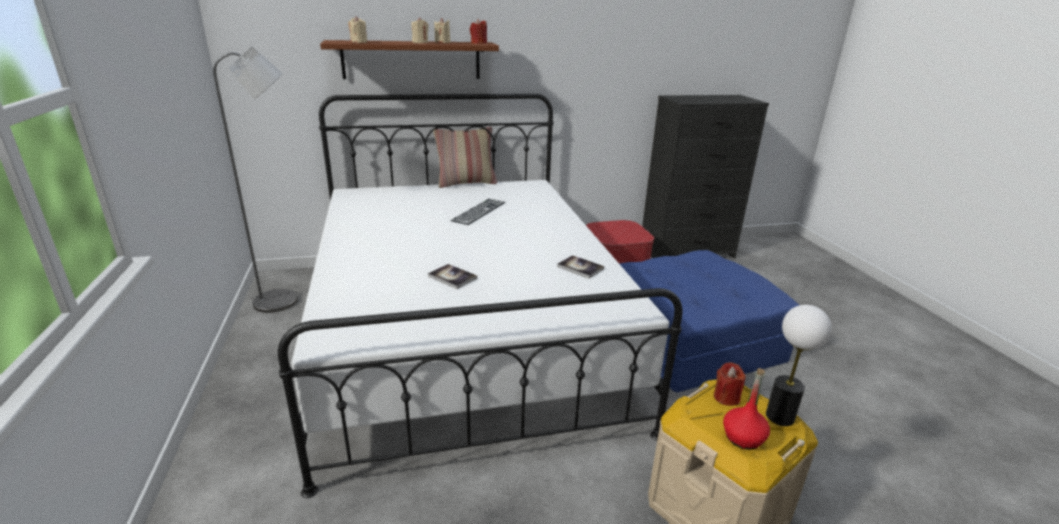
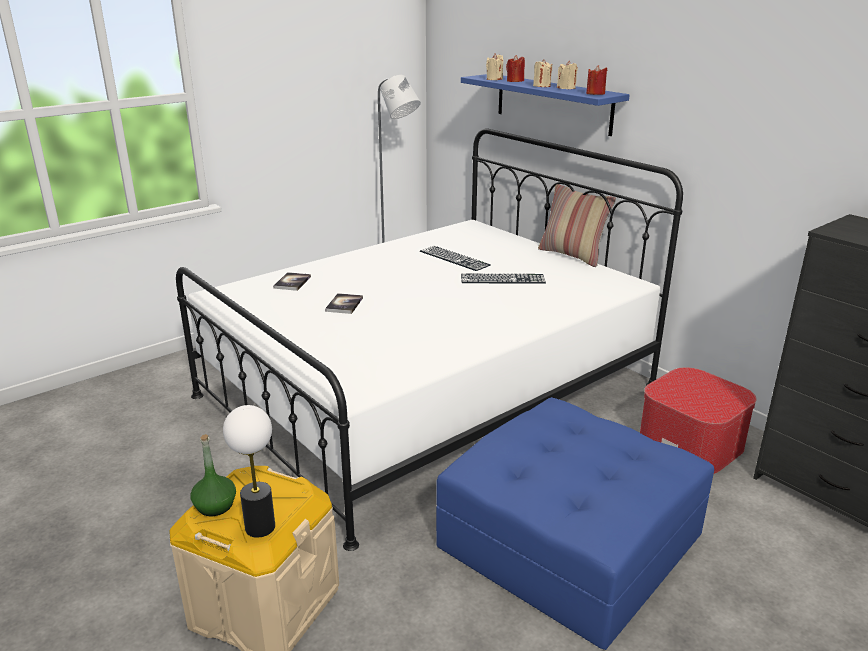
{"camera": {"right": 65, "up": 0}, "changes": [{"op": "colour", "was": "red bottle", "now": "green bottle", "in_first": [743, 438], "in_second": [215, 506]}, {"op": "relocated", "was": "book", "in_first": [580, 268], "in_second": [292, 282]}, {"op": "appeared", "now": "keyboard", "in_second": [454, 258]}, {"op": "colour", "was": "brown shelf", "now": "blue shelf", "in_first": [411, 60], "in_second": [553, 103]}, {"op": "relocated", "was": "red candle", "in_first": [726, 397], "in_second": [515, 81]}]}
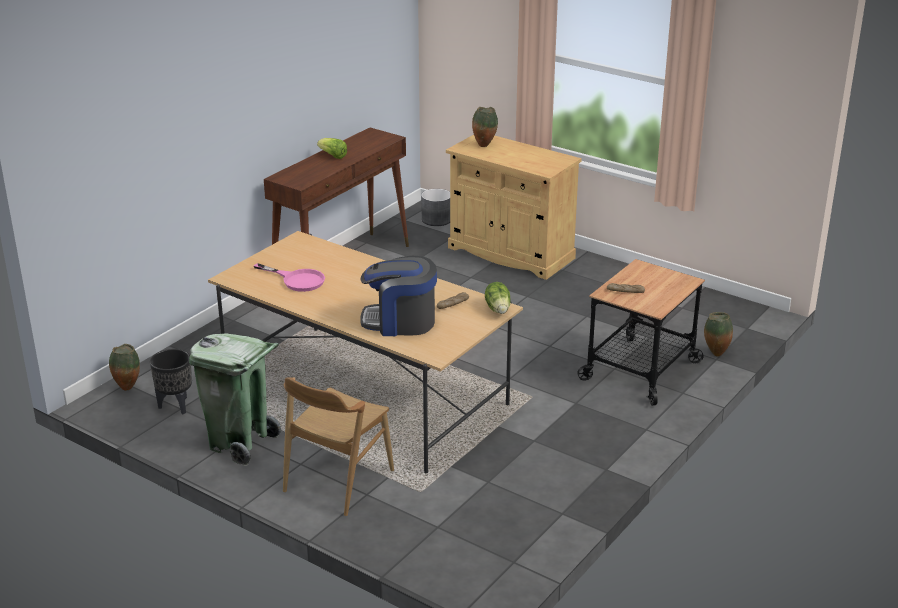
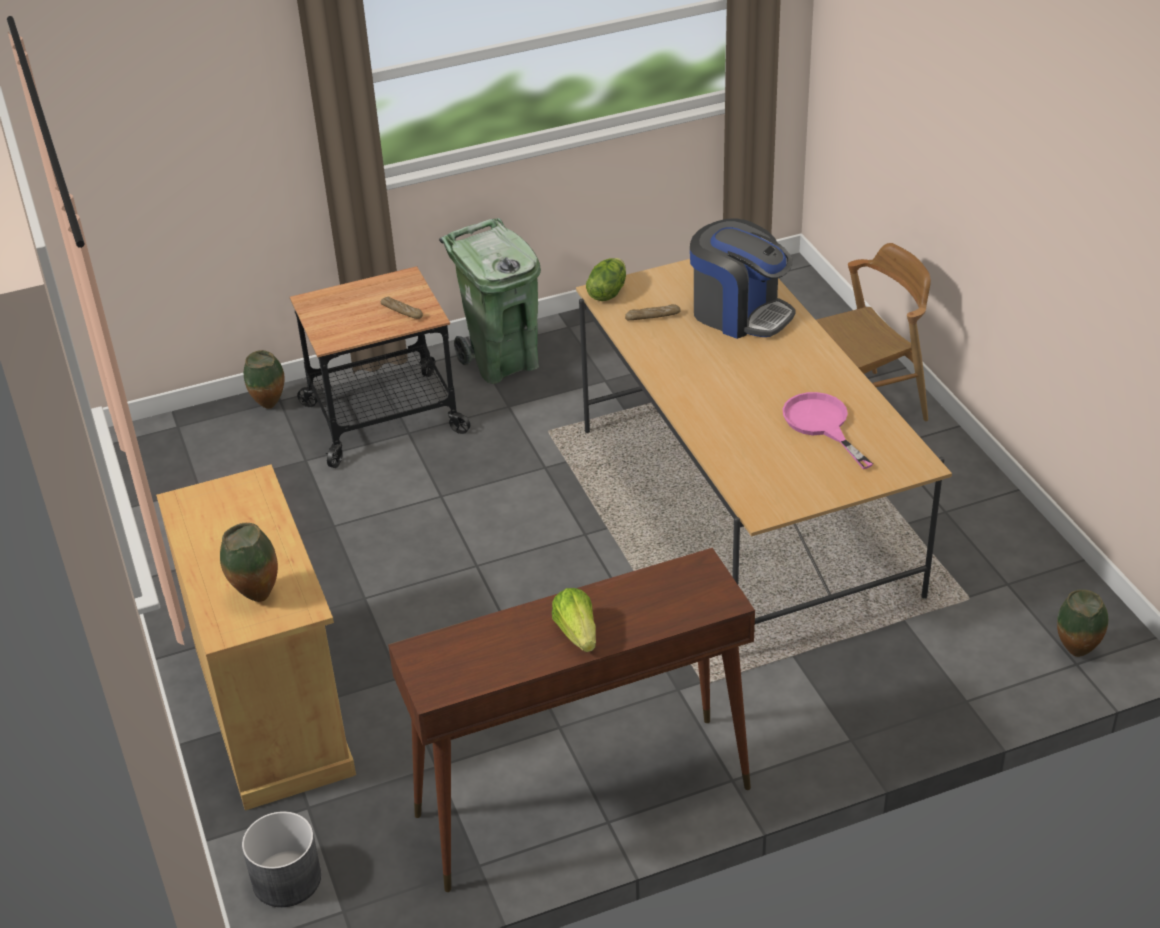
{"camera": {"right": -145, "up": 10}, "changes": [{"op": "relocated", "was": "green trash can", "in_first": [240, 443], "in_second": [502, 362]}, {"op": "missing", "was": "black planter", "in_first": [175, 406]}]}
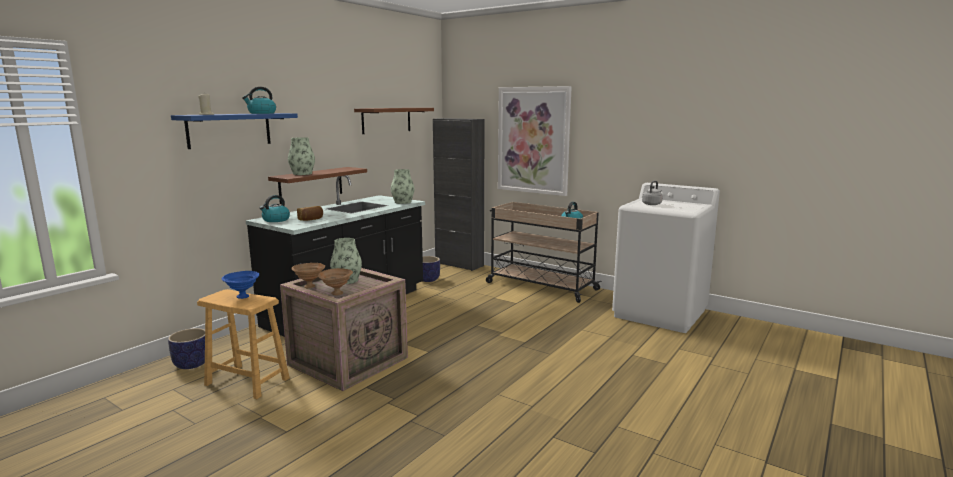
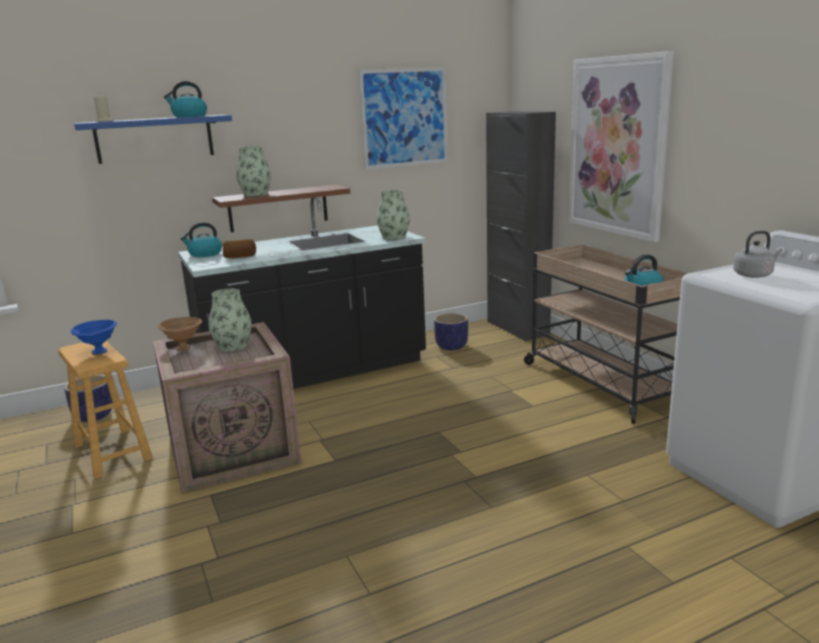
{"camera": {"right": 30, "up": 5}, "changes": [{"op": "exchanged", "was": "brown shelf", "now": "picture", "in_first": [386, 120], "in_second": [404, 118]}, {"op": "missing", "was": "brown bowl", "in_first": [337, 294]}]}
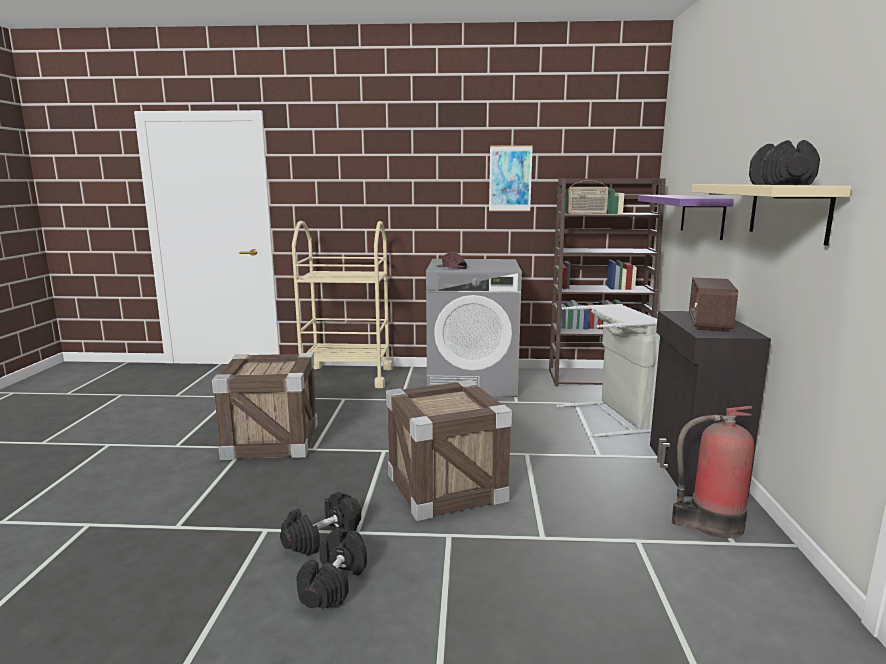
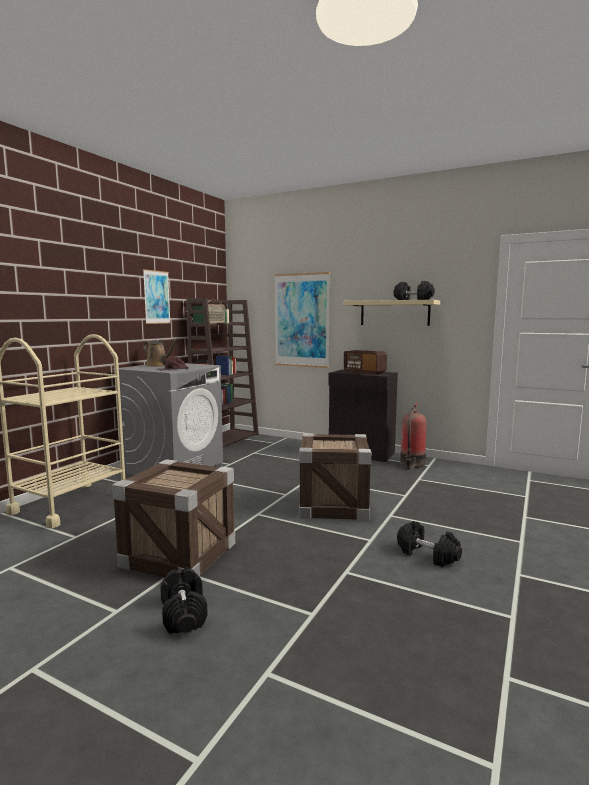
{"camera": {"right": -65, "up": -5}, "changes": [{"op": "appeared", "now": "brown watering can", "in_second": [159, 365]}, {"op": "relocated", "was": "black dumbbell", "in_first": [323, 538], "in_second": [184, 614]}, {"op": "exchanged", "was": "purple shelf", "now": "picture", "in_first": [702, 215], "in_second": [302, 320]}, {"op": "missing", "was": "grey laundry basket", "in_first": [613, 419]}]}
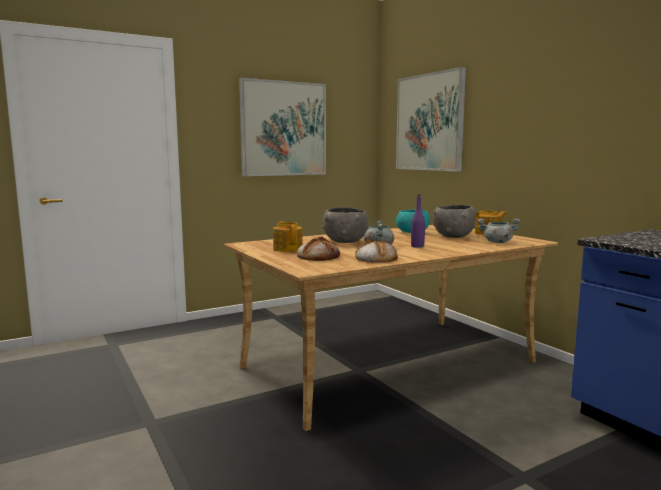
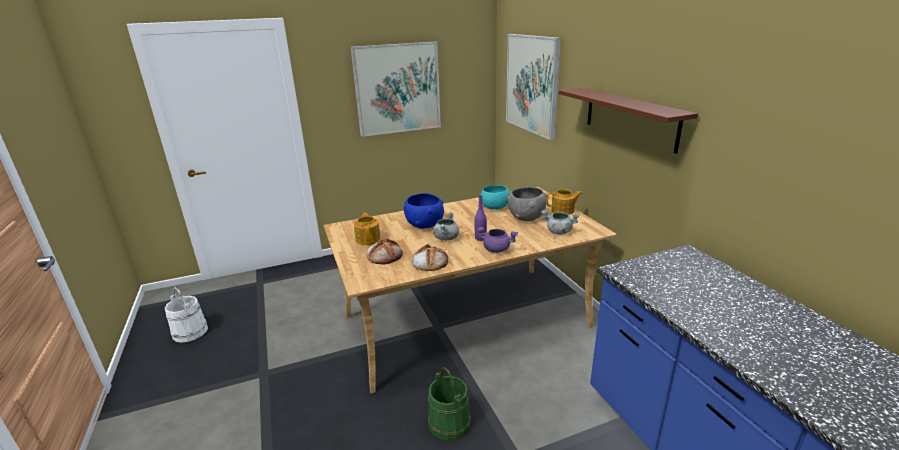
{"camera": {"right": 10, "up": 15}, "changes": [{"op": "appeared", "now": "white bucket", "in_second": [190, 332]}, {"op": "colour", "was": "grey bowl", "now": "blue bowl", "in_first": [345, 241], "in_second": [424, 225]}, {"op": "appeared", "now": "green bucket", "in_second": [449, 423]}, {"op": "appeared", "now": "purple cooking pot", "in_second": [497, 249]}, {"op": "appeared", "now": "brown shelf", "in_second": [630, 118]}]}
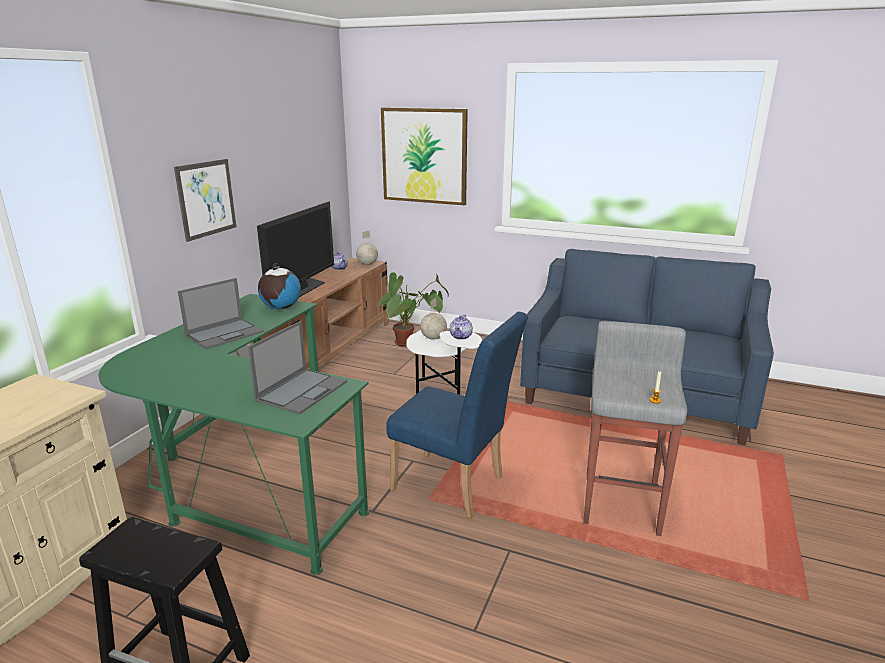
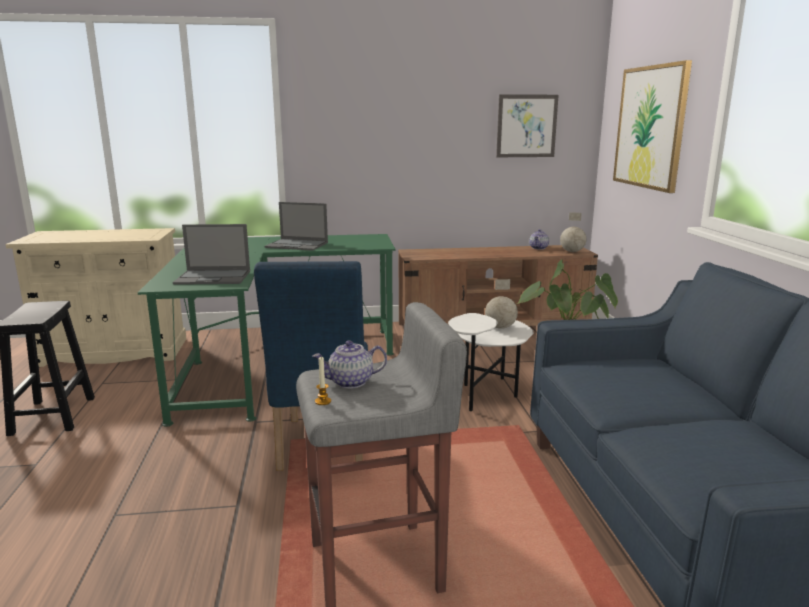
{"camera": {"right": 60, "up": -5}, "changes": [{"op": "relocated", "was": "teapot", "in_first": [461, 336], "in_second": [350, 382]}, {"op": "relocated", "was": "picture", "in_first": [206, 199], "in_second": [526, 126]}, {"op": "missing", "was": "television", "in_first": [302, 289]}, {"op": "missing", "was": "globe", "in_first": [281, 308]}]}
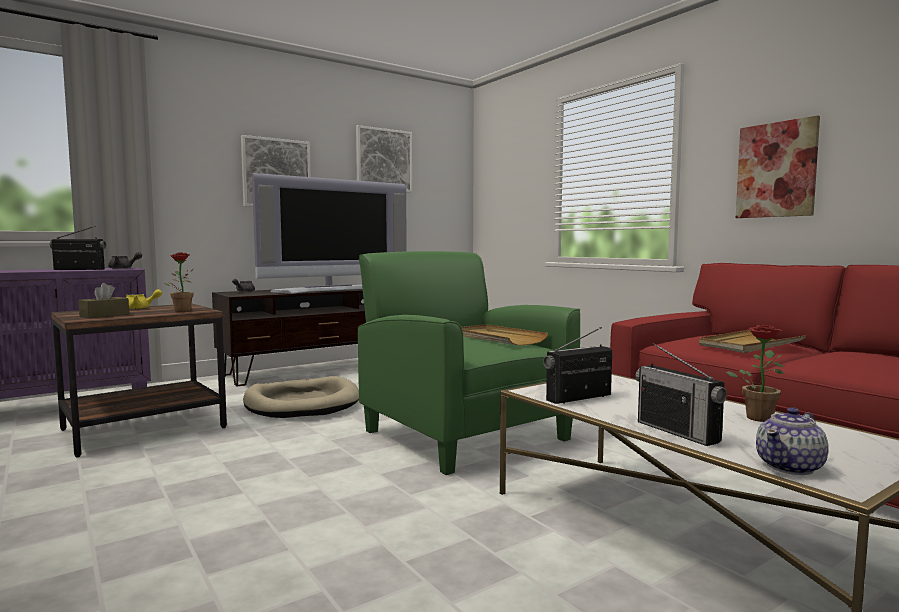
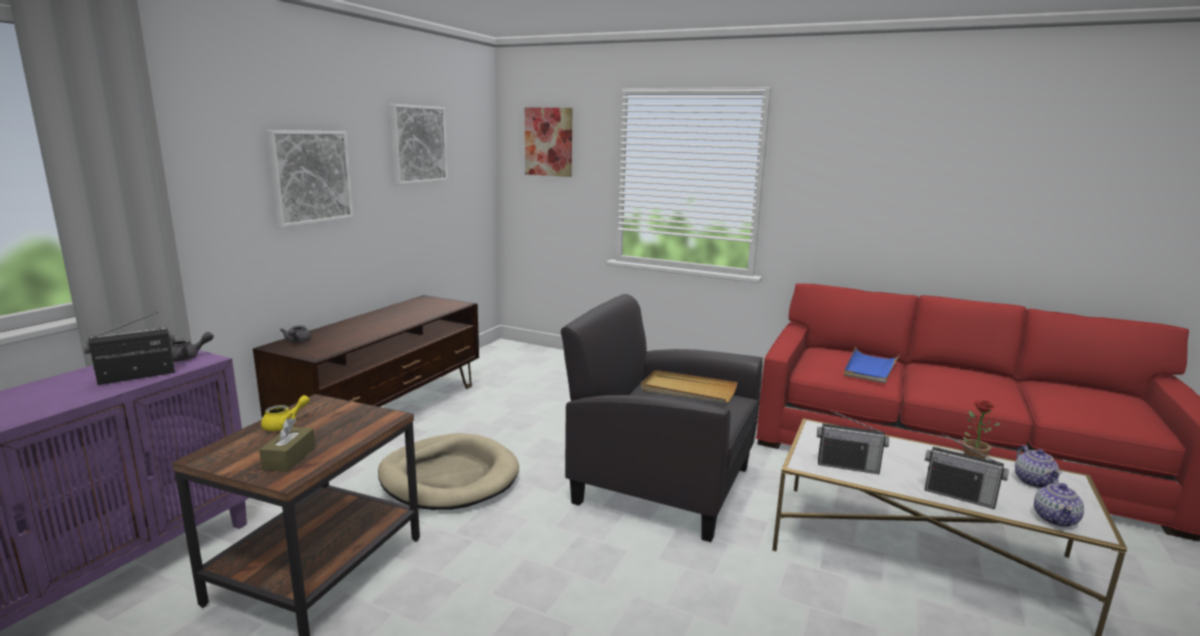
{"camera": {"right": -30, "up": 10}, "changes": [{"op": "relocated", "was": "picture", "in_first": [776, 170], "in_second": [549, 142]}, {"op": "colour", "was": "green armchair", "now": "black armchair", "in_first": [464, 434], "in_second": [661, 484]}, {"op": "spun", "was": "radio", "in_first": [579, 398], "in_second": [847, 466], "clockwise": -105}, {"op": "colour", "was": "beige tray", "now": "blue tray", "in_first": [750, 345], "in_second": [870, 368]}, {"op": "appeared", "now": "teapot", "in_second": [1033, 481]}, {"op": "missing", "was": "potted plant", "in_first": [181, 311]}, {"op": "missing", "was": "television", "in_first": [333, 289]}]}
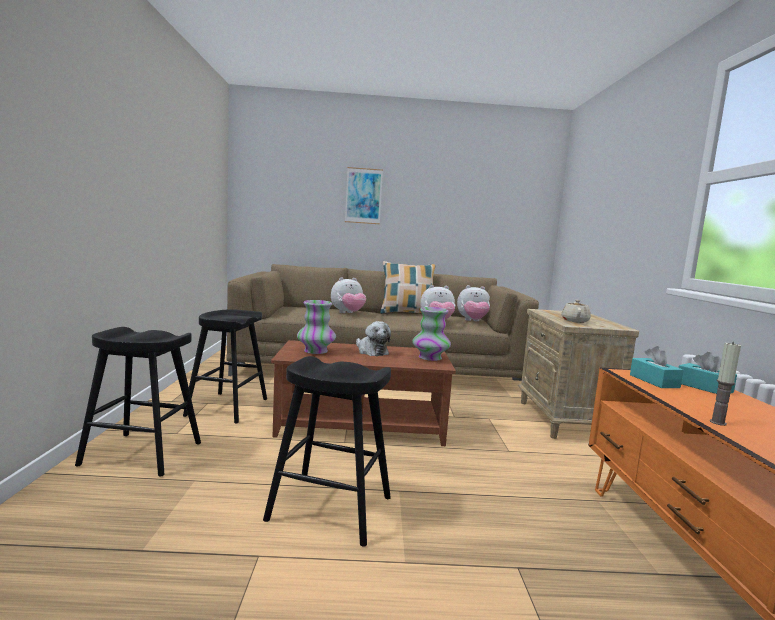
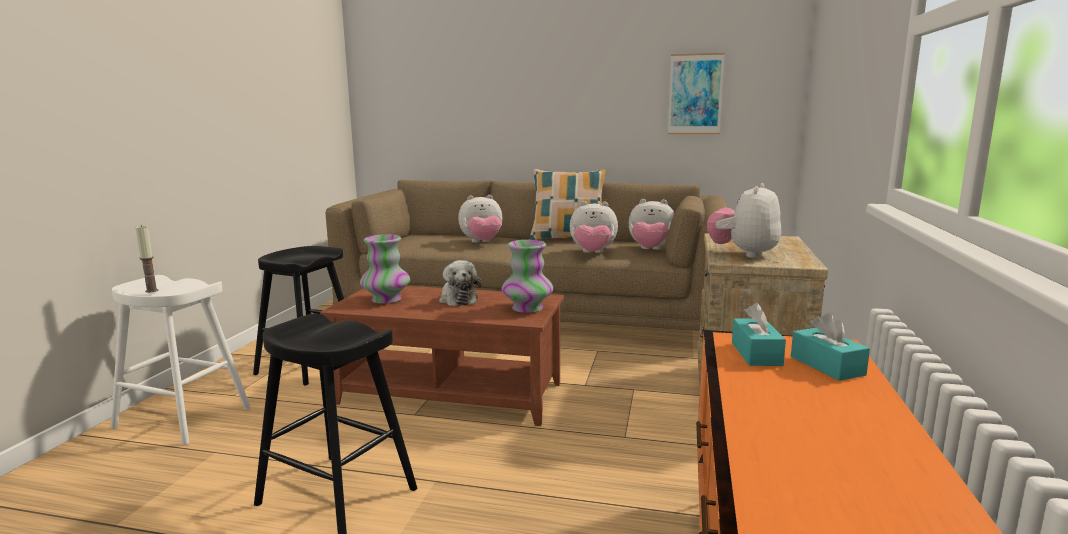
{"camera": {"right": 15, "up": 5}, "changes": [{"op": "colour", "was": "black stool", "now": "white stool", "in_first": [142, 454], "in_second": [183, 418]}, {"op": "relocated", "was": "candle", "in_first": [718, 422], "in_second": [152, 291]}, {"op": "relocated", "was": "picture", "in_first": [363, 196], "in_second": [695, 94]}, {"op": "exchanged", "was": "beige teapot", "now": "plush toy", "in_first": [575, 321], "in_second": [743, 254]}]}
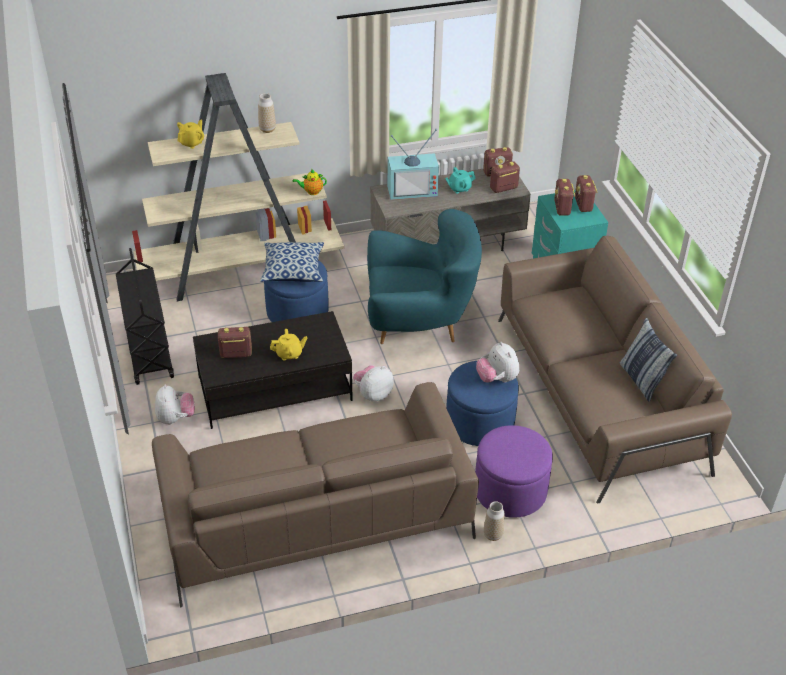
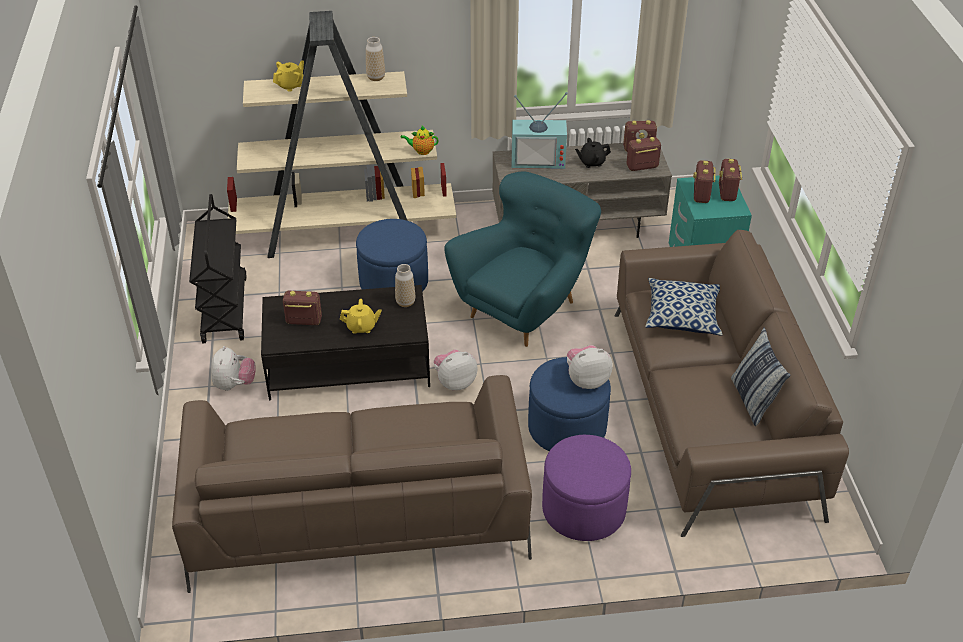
{"camera": {"right": 10, "up": 0}, "changes": [{"op": "relocated", "was": "vase", "in_first": [493, 535], "in_second": [405, 302]}, {"op": "spun", "was": "turquoise armchair", "in_first": [419, 322], "in_second": [524, 308], "clockwise": -60}, {"op": "spun", "was": "plush toy", "in_first": [497, 379], "in_second": [586, 380], "clockwise": 90}, {"op": "colour", "was": "turquoise teapot", "now": "black teapot", "in_first": [459, 188], "in_second": [591, 162]}, {"op": "relocated", "was": "pillow", "in_first": [293, 270], "in_second": [682, 316]}]}
